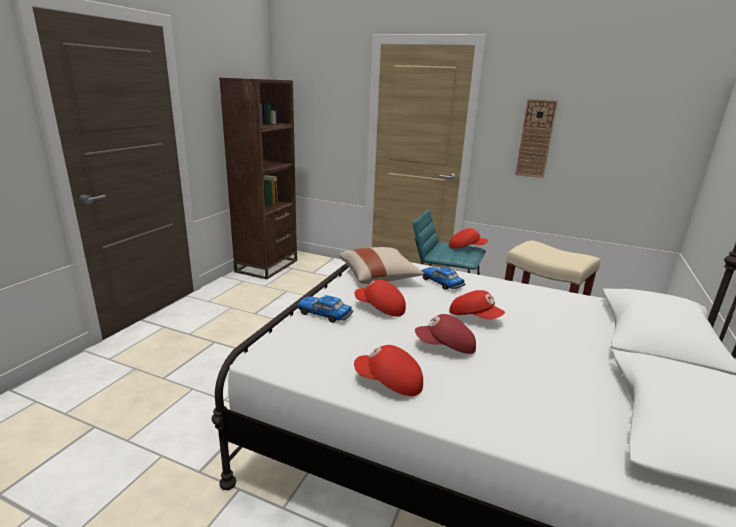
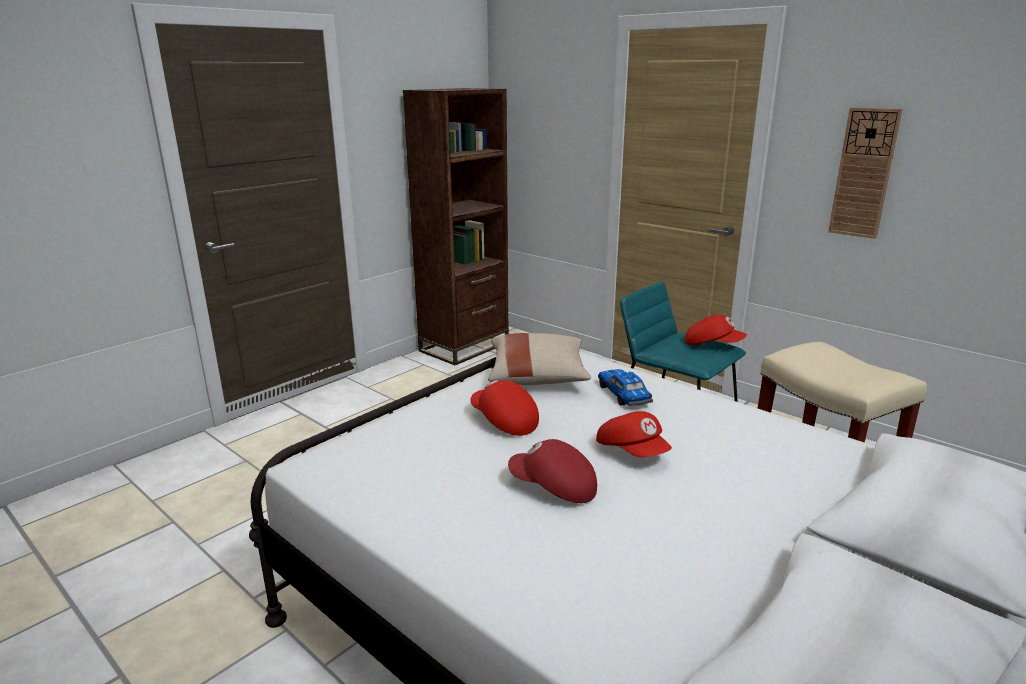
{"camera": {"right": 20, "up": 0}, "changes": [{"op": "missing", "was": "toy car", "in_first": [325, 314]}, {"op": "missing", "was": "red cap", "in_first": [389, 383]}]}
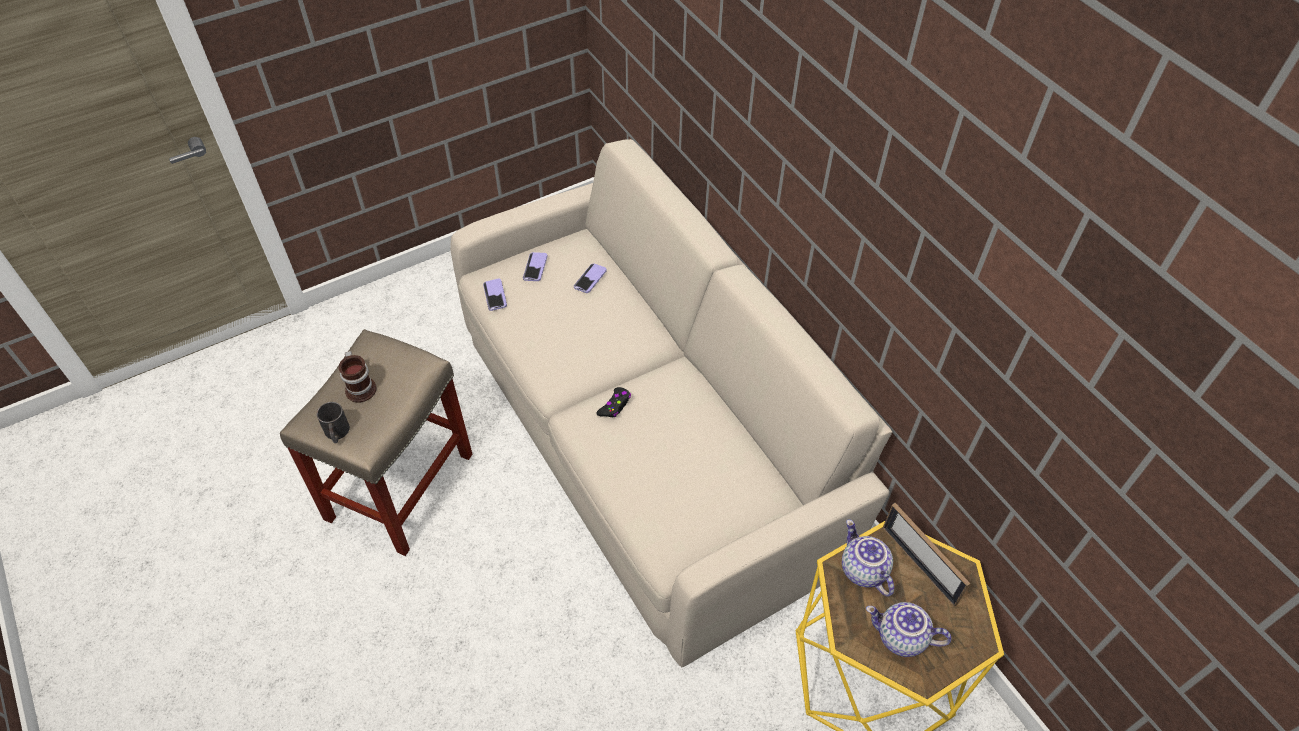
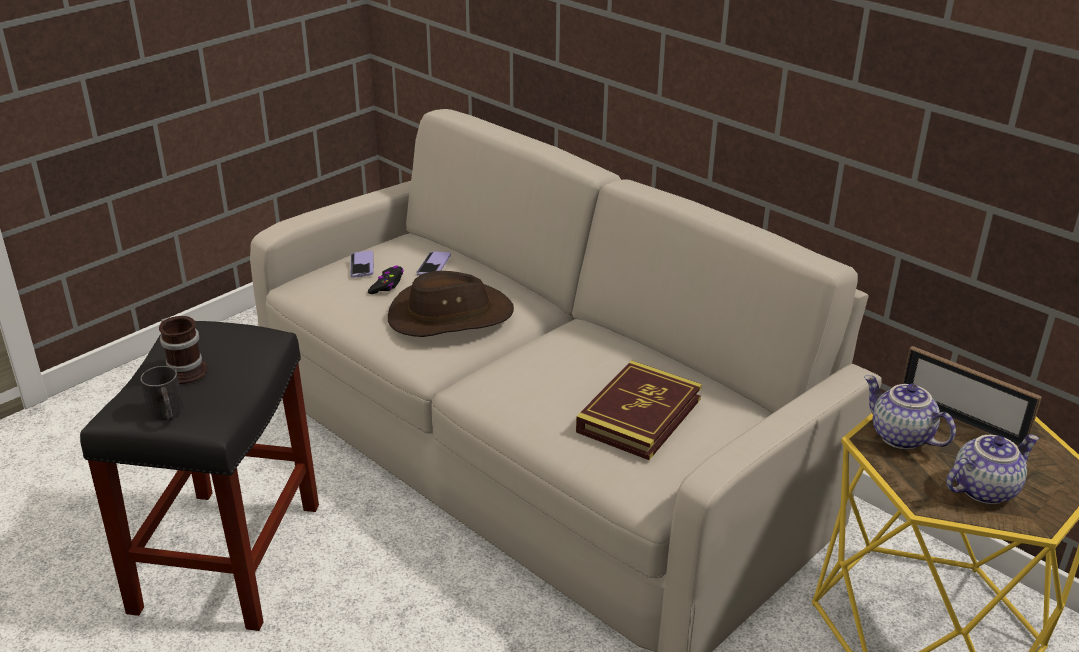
{"camera": {"right": -15, "up": -20}, "changes": [{"op": "colour", "was": "beige stool", "now": "black stool", "in_first": [400, 484], "in_second": [228, 554]}, {"op": "relocated", "was": "black game controller", "in_first": [615, 406], "in_second": [387, 285]}, {"op": "appeared", "now": "brown hat", "in_second": [449, 316]}, {"op": "appeared", "now": "book", "in_second": [639, 415]}, {"op": "spun", "was": "teapot", "in_first": [900, 638], "in_second": [983, 488], "clockwise": 150}, {"op": "missing", "was": "phone", "in_first": [495, 295]}]}
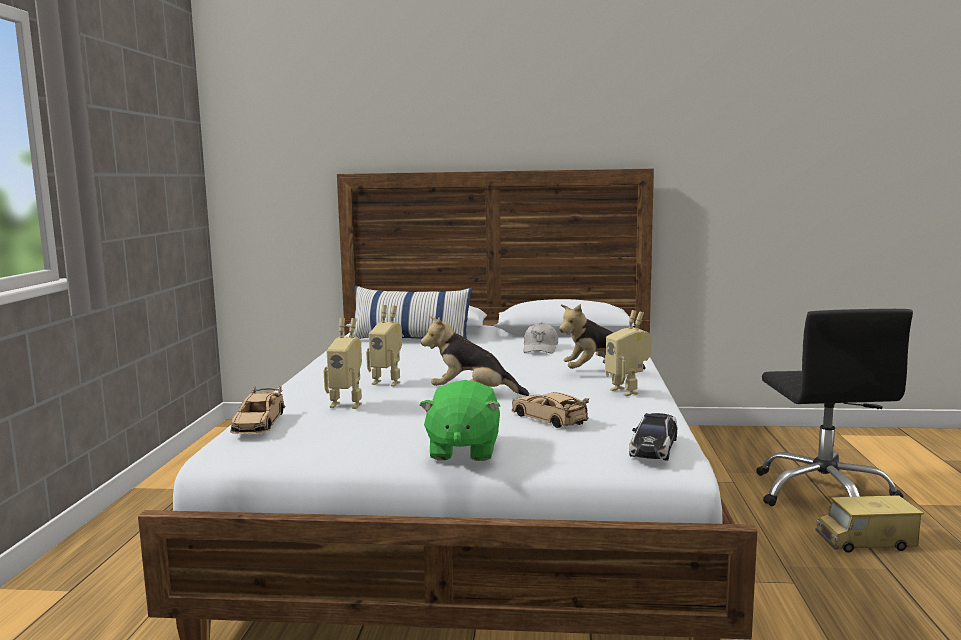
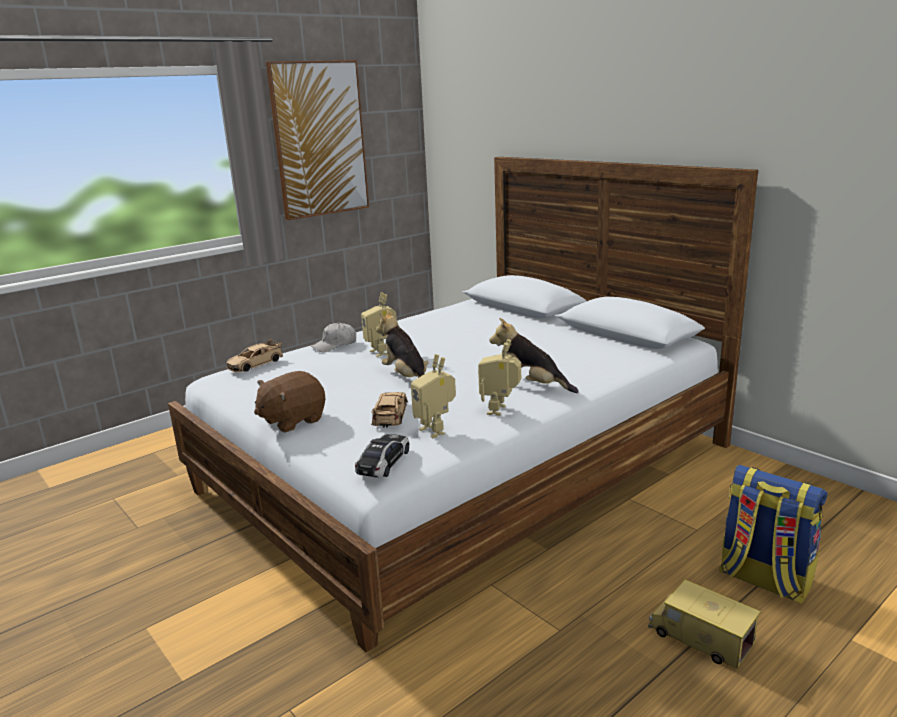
{"camera": {"right": 45, "up": 10}, "changes": [{"op": "colour", "was": "green plush toy", "now": "brown plush toy", "in_first": [462, 450], "in_second": [292, 420]}, {"op": "appeared", "now": "picture", "in_second": [319, 139]}, {"op": "relocated", "was": "white cap", "in_first": [540, 348], "in_second": [335, 345]}, {"op": "spun", "was": "toy car", "in_first": [654, 447], "in_second": [383, 463], "clockwise": 135}, {"op": "relocated", "was": "toy robot", "in_first": [347, 404], "in_second": [436, 430]}, {"op": "exchanged", "was": "black office chair", "now": "backpack", "in_first": [824, 493], "in_second": [764, 580]}, {"op": "missing", "was": "pillow", "in_first": [410, 340]}]}
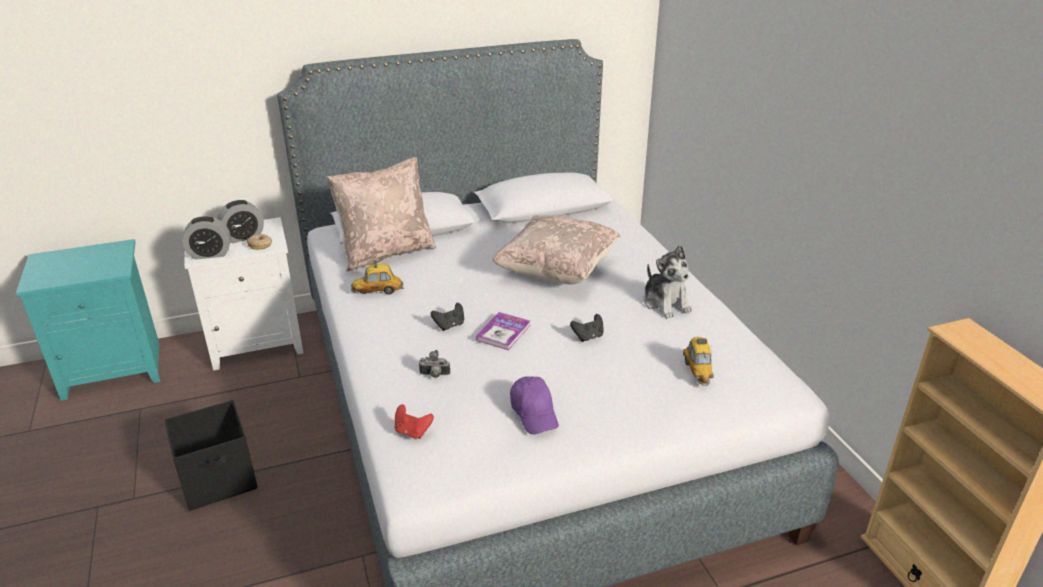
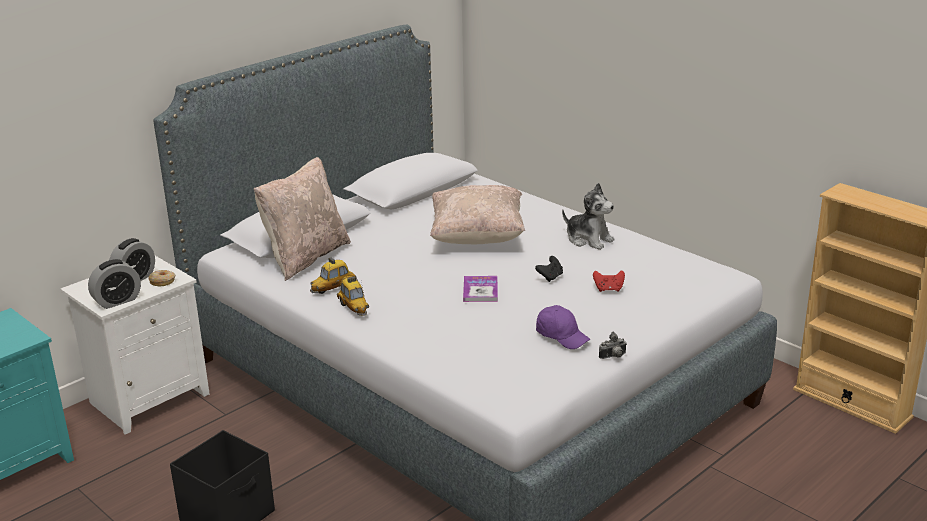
{"camera": {"right": -25, "up": -5}, "changes": [{"op": "relocated", "was": "toy car", "in_first": [697, 371], "in_second": [354, 308]}, {"op": "relocated", "was": "red game controller", "in_first": [412, 432], "in_second": [608, 289]}, {"op": "relocated", "was": "photo camera", "in_first": [434, 375], "in_second": [613, 357]}, {"op": "missing", "was": "black game controller", "in_first": [449, 325]}]}
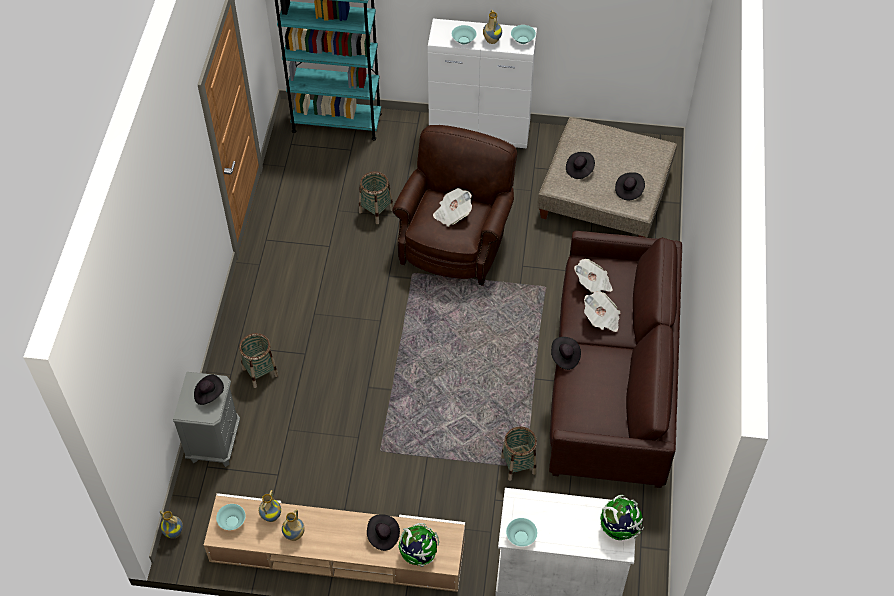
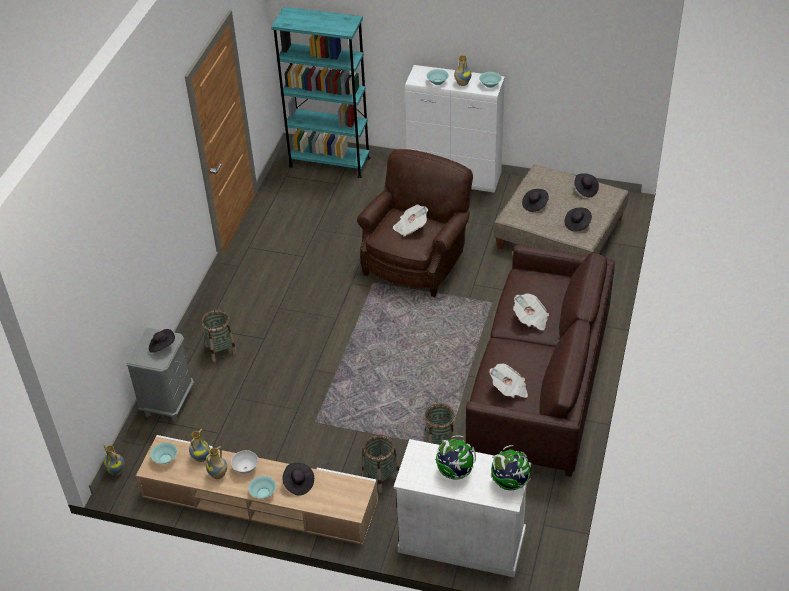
{"camera": {"right": 10, "up": -10}, "changes": [{"op": "appeared", "now": "white bowl", "in_second": [246, 468]}, {"op": "relocated", "was": "turquoise bowl", "in_first": [521, 537], "in_second": [263, 493]}, {"op": "relocated", "was": "basket", "in_first": [376, 210], "in_second": [380, 476]}, {"op": "relocated", "was": "globe", "in_first": [419, 554], "in_second": [455, 472]}, {"op": "relocated", "was": "newspaper", "in_first": [593, 283], "in_second": [509, 389]}, {"op": "relocated", "was": "black hat", "in_first": [564, 357], "in_second": [585, 190]}]}
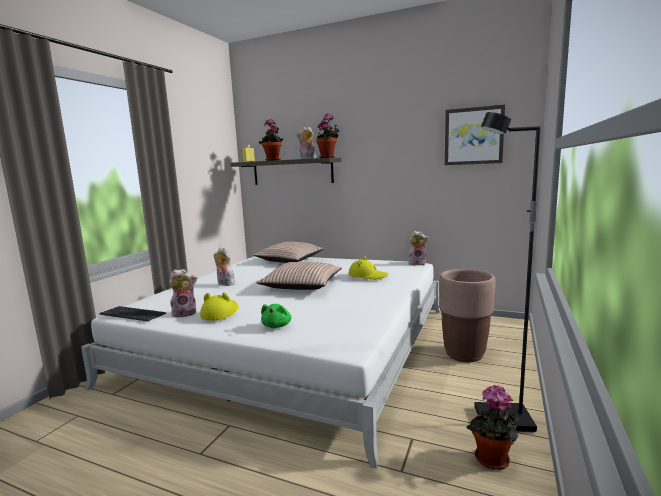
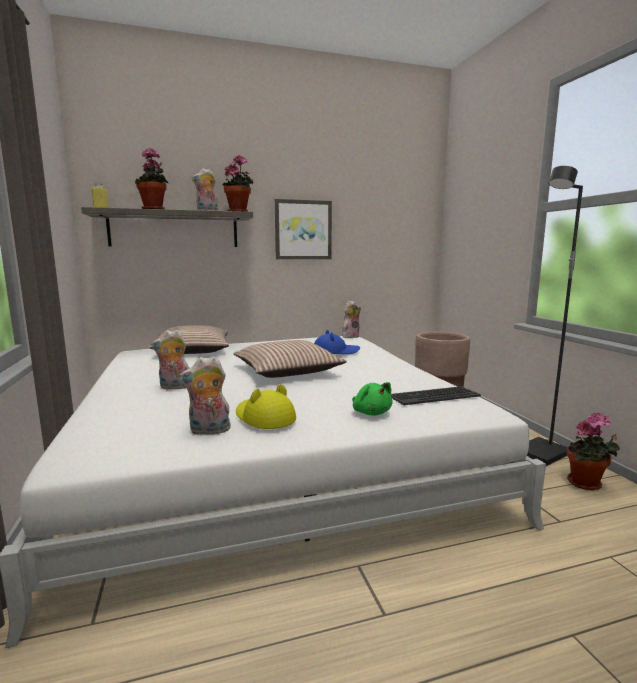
{"camera": {"right": -40, "up": 0}, "changes": [{"op": "spun", "was": "plush toy", "in_first": [185, 313], "in_second": [209, 431], "clockwise": -135}, {"op": "relocated", "was": "picture", "in_first": [473, 136], "in_second": [303, 230]}, {"op": "colour", "was": "yellow hat", "now": "blue hat", "in_first": [368, 275], "in_second": [335, 351]}, {"op": "relocated", "was": "keyboard", "in_first": [133, 314], "in_second": [433, 396]}]}
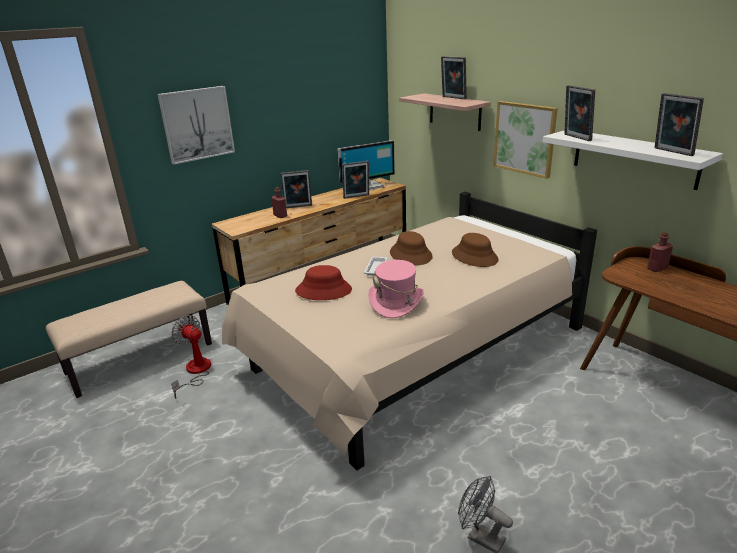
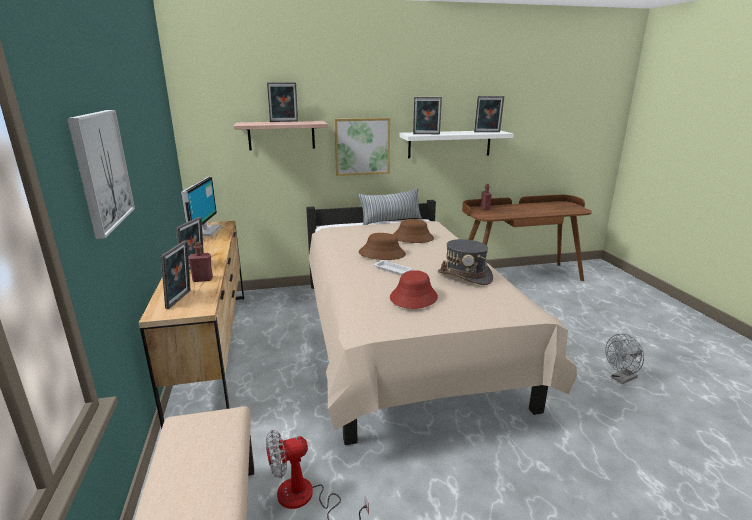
{"camera": {"right": -65, "up": -5}, "changes": [{"op": "relocated", "was": "picture frame", "in_first": [356, 197], "in_second": [181, 299]}, {"op": "appeared", "now": "pillow", "in_second": [391, 221]}, {"op": "colour", "was": "pink hat", "now": "grey hat", "in_first": [396, 302], "in_second": [464, 276]}]}
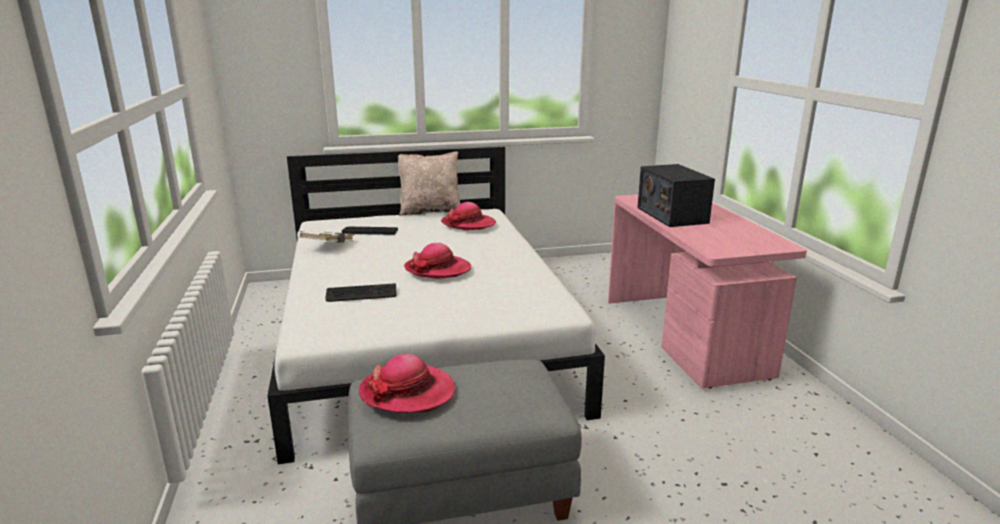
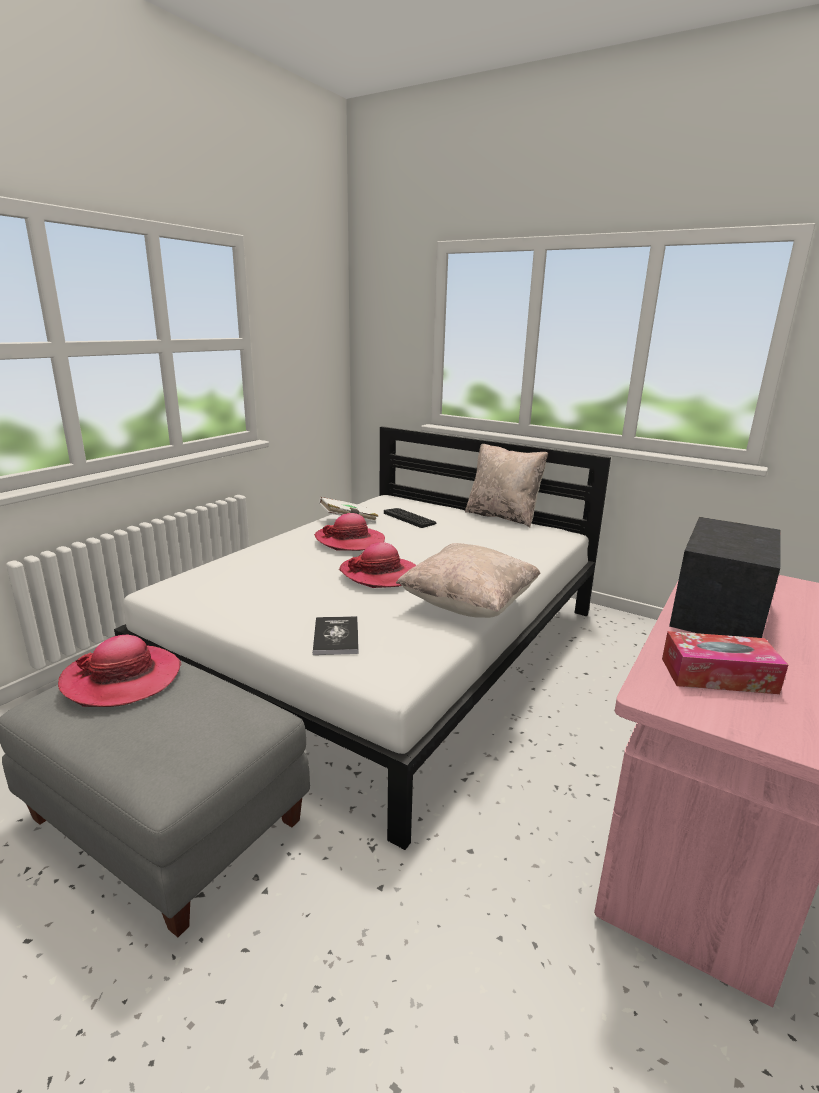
{"camera": {"right": 45, "up": 0}, "changes": [{"op": "appeared", "now": "book", "in_second": [336, 637]}, {"op": "relocated", "was": "hat", "in_first": [468, 224], "in_second": [350, 541]}, {"op": "appeared", "now": "beige pillow", "in_second": [469, 605]}, {"op": "appeared", "now": "tissue box", "in_second": [718, 675]}, {"op": "missing", "was": "keyboard", "in_first": [361, 294]}]}
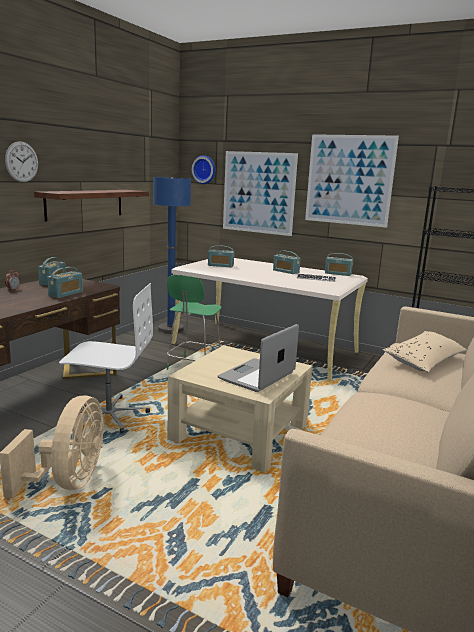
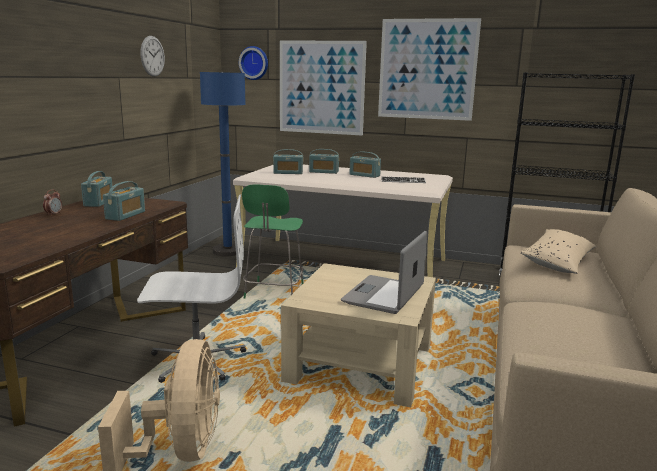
{"camera": {"right": -10, "up": 0}, "changes": [{"op": "relocated", "was": "wall clock", "in_first": [22, 162], "in_second": [152, 56]}, {"op": "relocated", "was": "radio", "in_first": [338, 274], "in_second": [323, 172]}, {"op": "missing", "was": "shelf", "in_first": [85, 204]}]}
